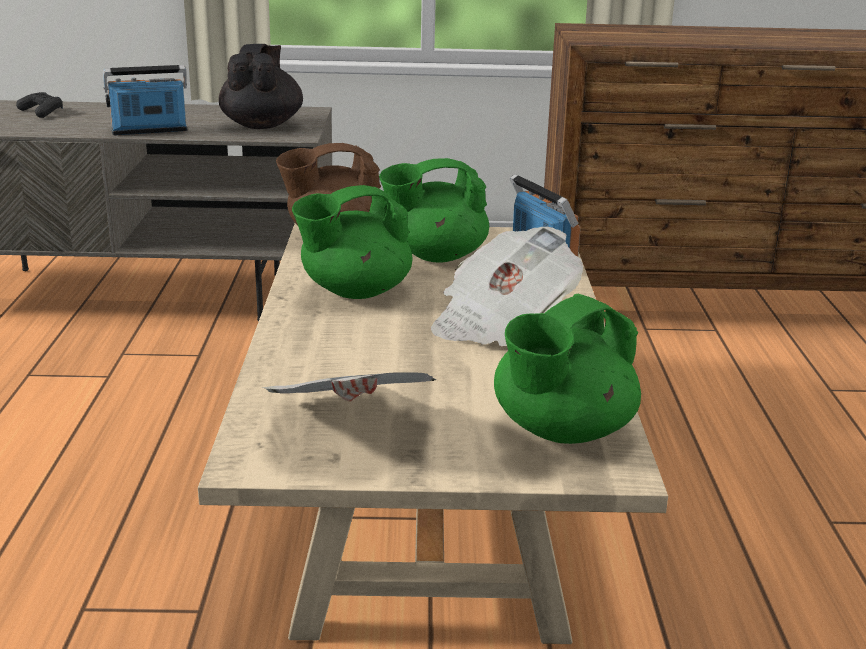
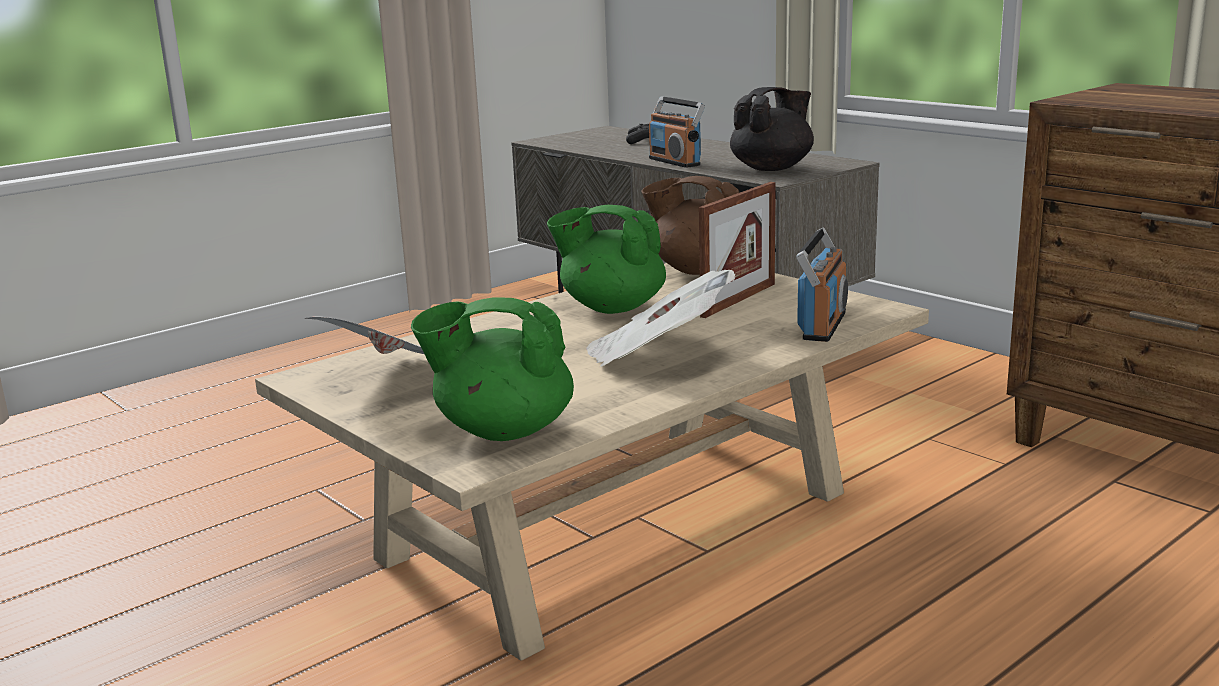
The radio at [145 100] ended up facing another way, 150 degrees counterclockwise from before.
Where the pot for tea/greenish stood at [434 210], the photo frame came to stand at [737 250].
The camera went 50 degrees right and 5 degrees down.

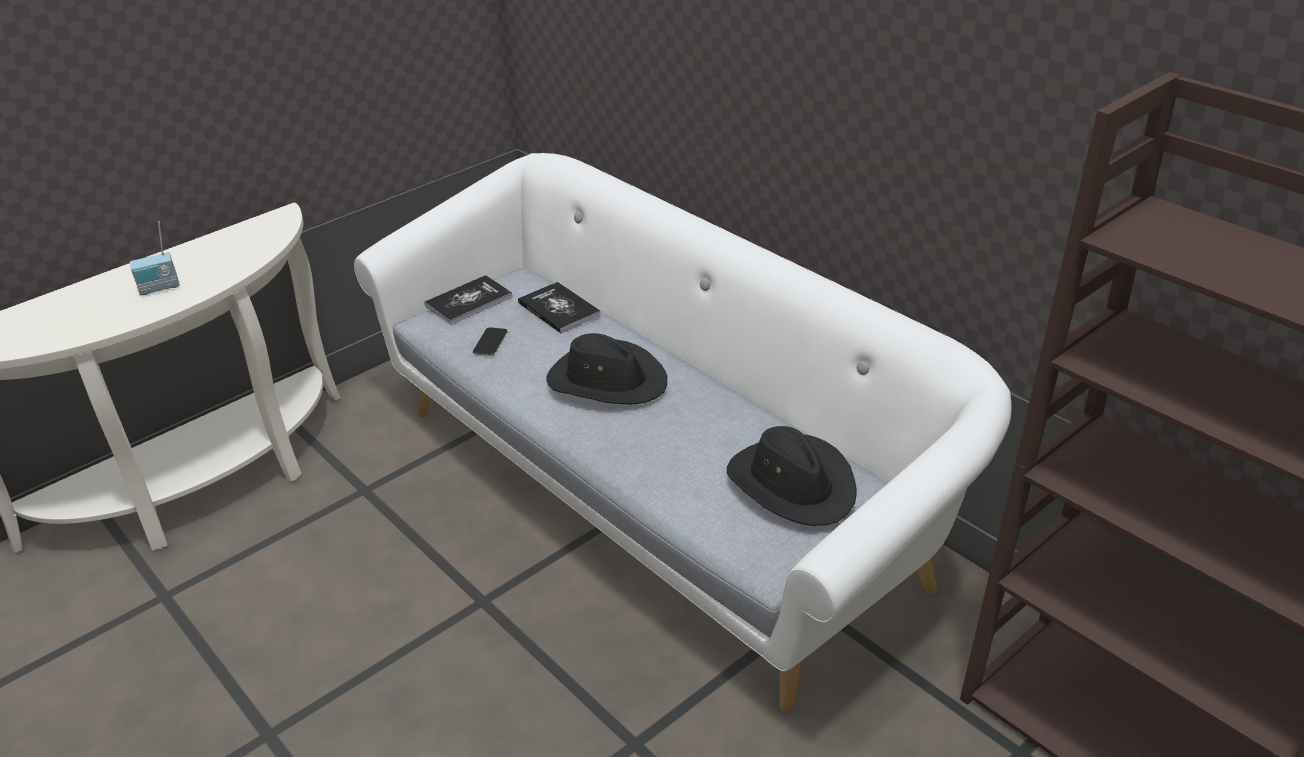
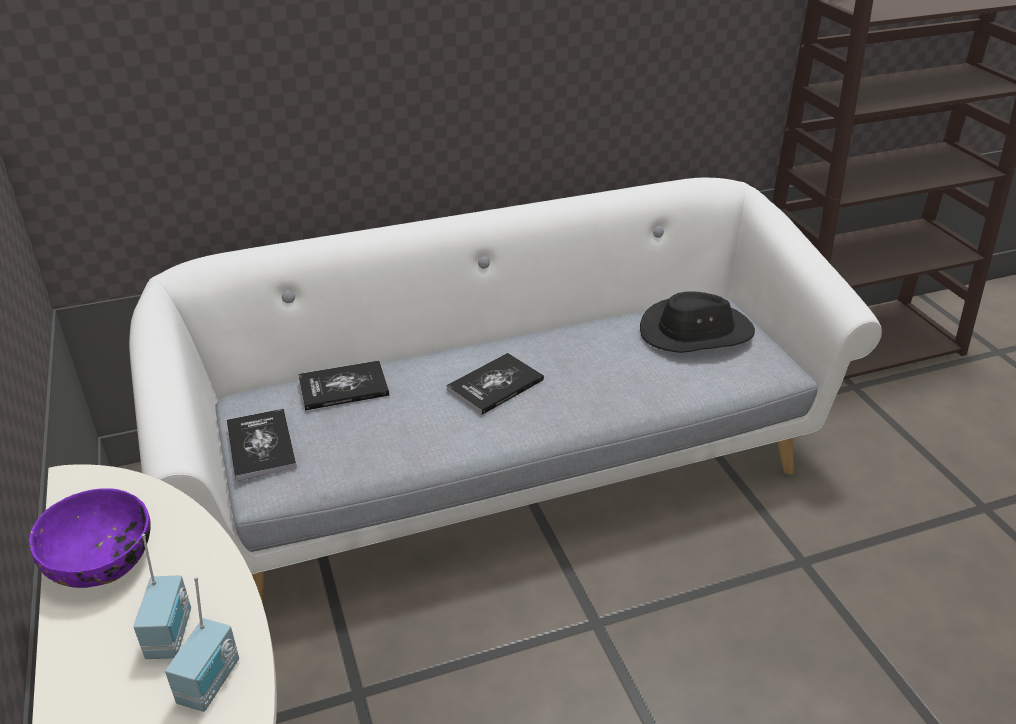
The second view lost the phone at [490 341].
Where the wearable hat/black stood at [606 368], the book came to stand at [495 384].
The second view gained the serving bowl/purple-coloured at [89 538].
The second view gained the radio at [202 644].
The camera went 70 degrees left and 0 degrees up.

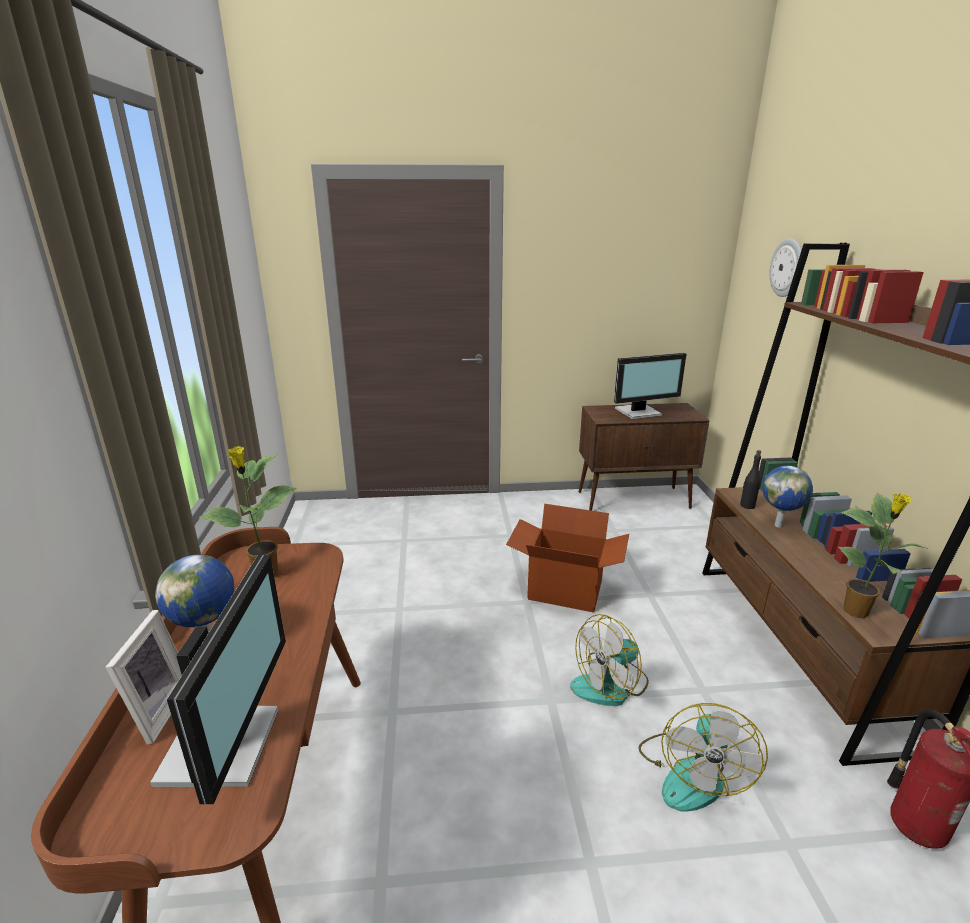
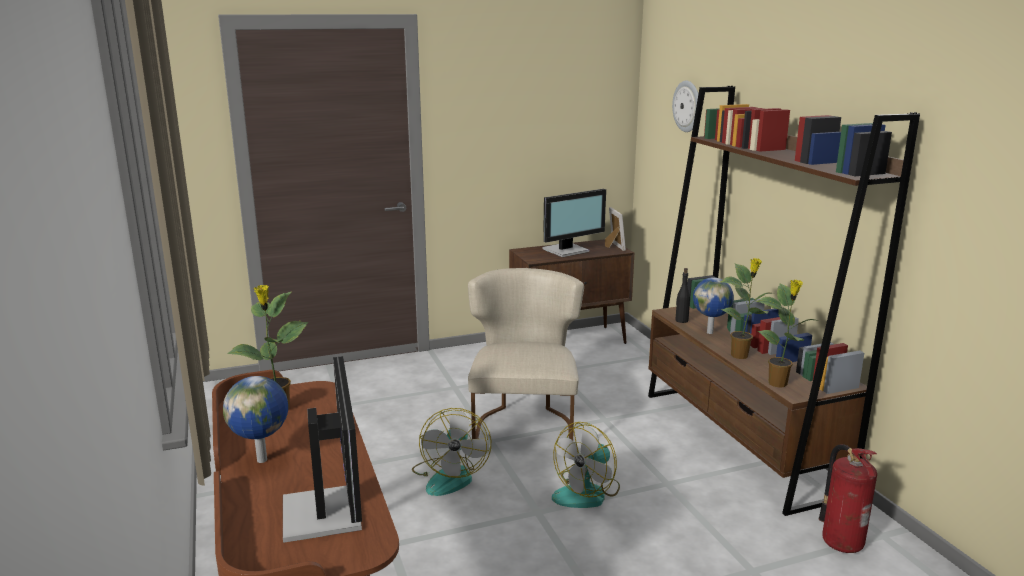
The photo frame ended up elsewhere, having gone from [143 677] to [615 229].
Where the carton stood at [567 558], the chair/beige-coloured came to stand at [526 354].
The cooling fan ended up elsewhere, having gone from [703 757] to [451 452].
The second view gained the houseplant at [745 308].
The camera went 15 degrees left and 5 degrees down.

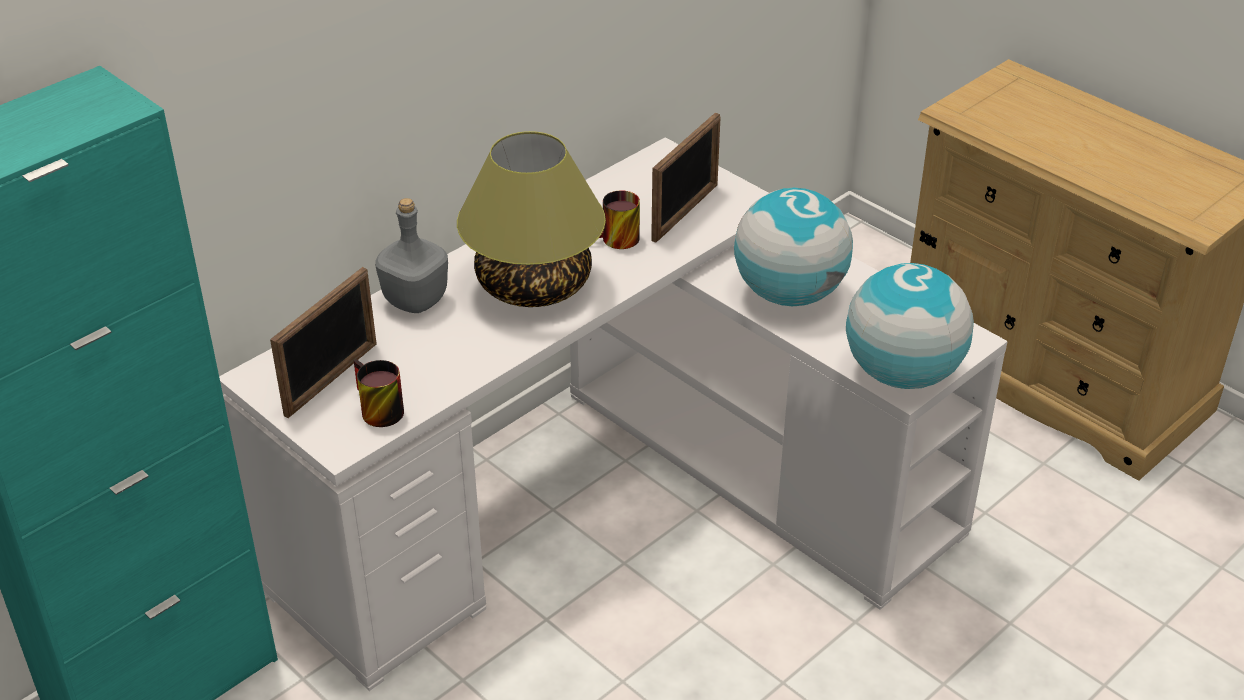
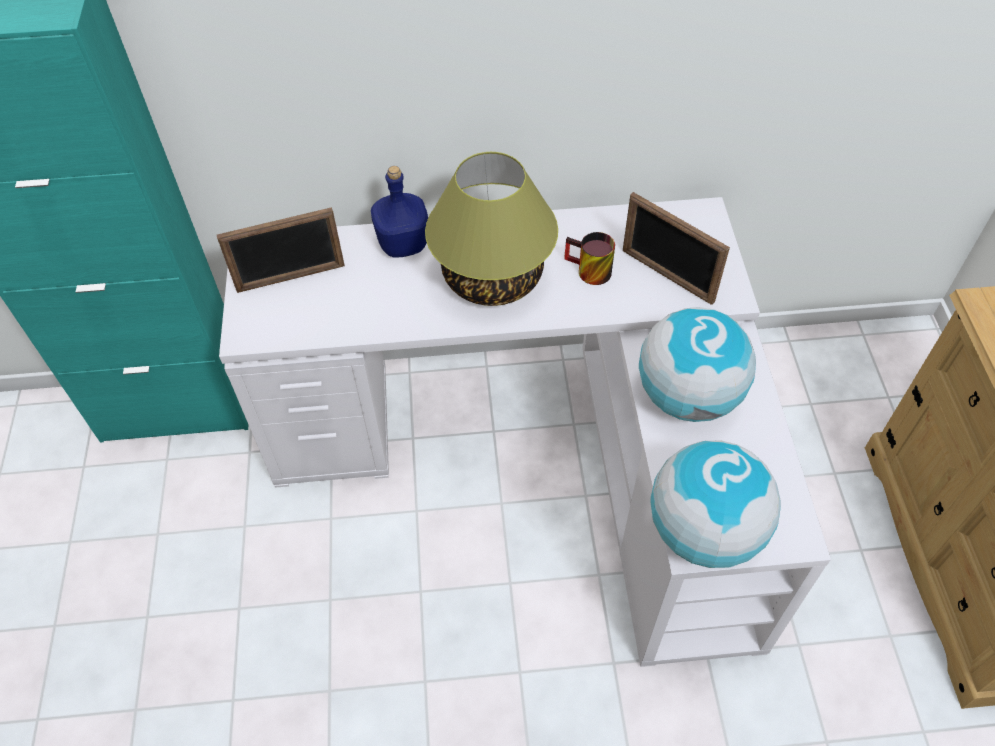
The second view lost the tea mug at [379 393].
What was the drink bottle/greyish at [411 255] turned into the drink bottle/bluish at [399 212].
The photo frame at [685 177] ended up facing another way, 60 degrees clockwise from before.
The camera went 40 degrees right and 15 degrees up.

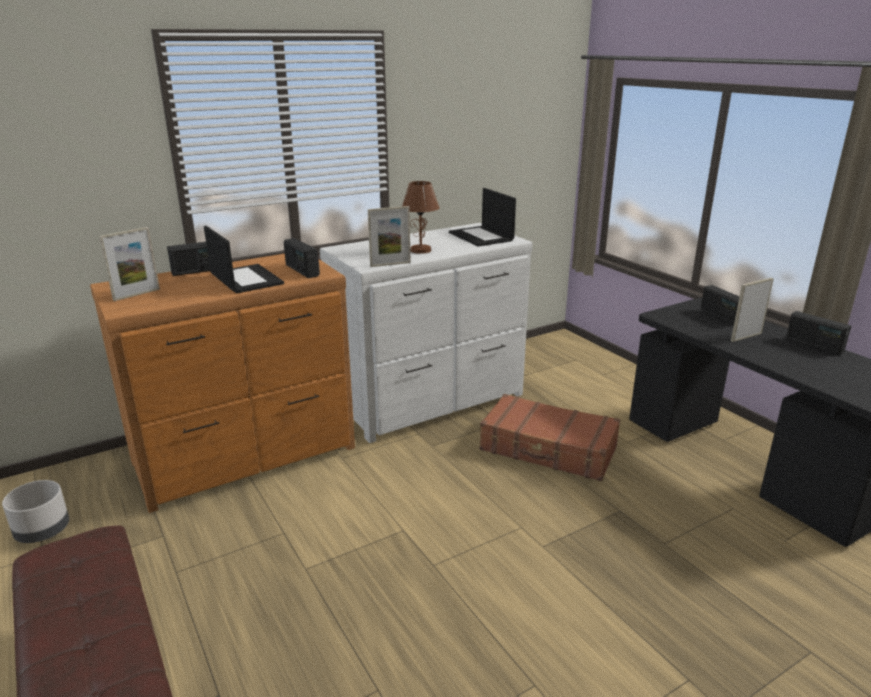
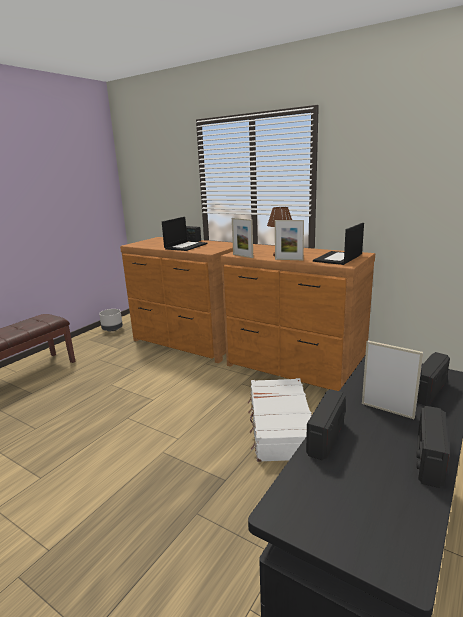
The photo frame ended up elsewhere, having gone from [129 264] to [289 240].
The radio ended up elsewhere, having gone from [302 258] to [326 424].
What was the drawer chest/white-coloured at [426 333] turned into the drawer chest/brownish at [298 317].
What was the travel case/brownish at [550 437] turned into the travel case/white-coloured at [280 420].
The camera went 65 degrees right and 5 degrees down.

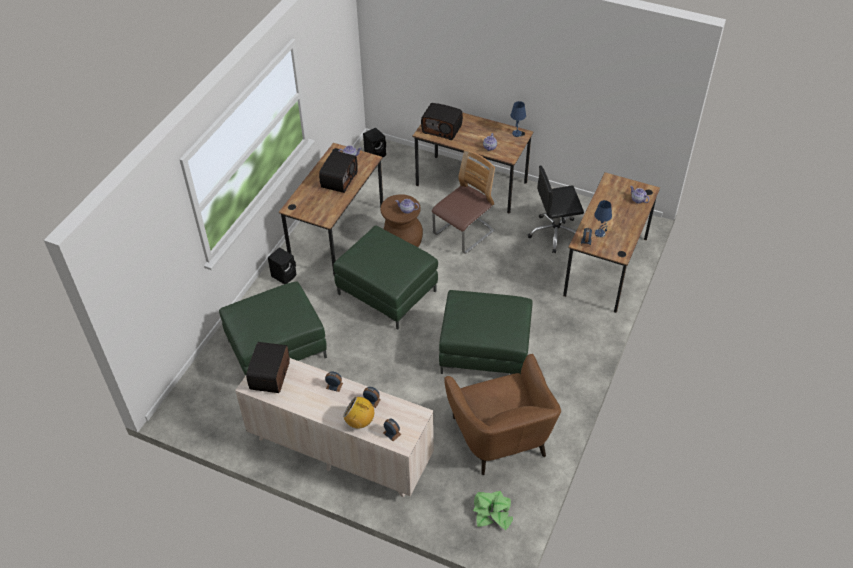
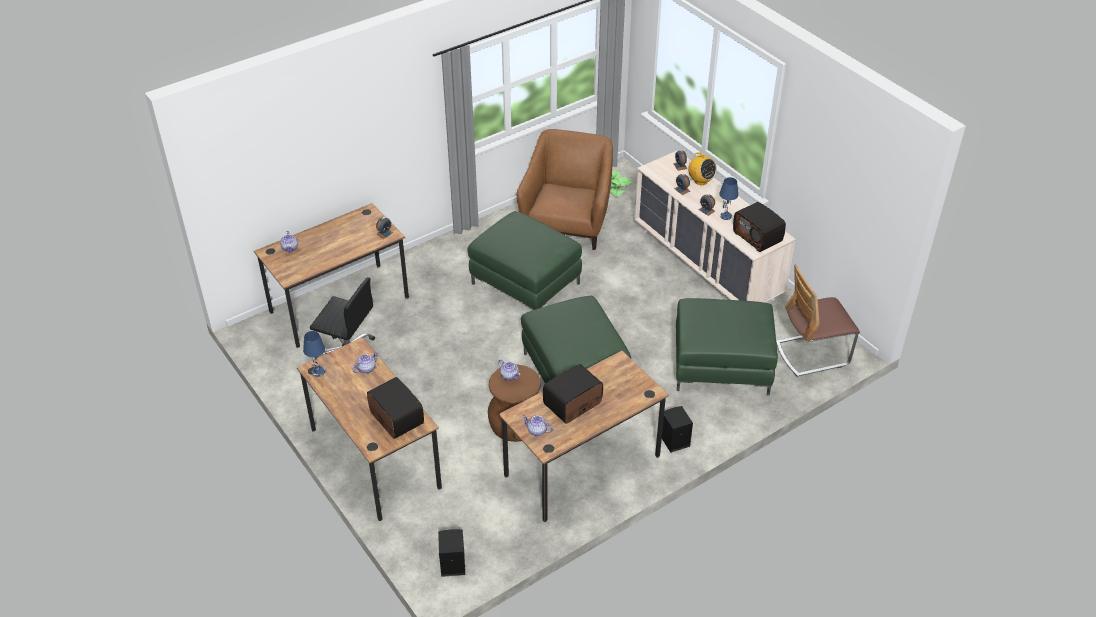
The radio at [268 367] ended up facing another way, 105 degrees clockwise from before.
The chair ended up elsewhere, having gone from [463 202] to [818 320].
The lamp for a table/bluish ended up elsewhere, having gone from [603 218] to [728 198].
The camera went 150 degrees left and 5 degrees down.

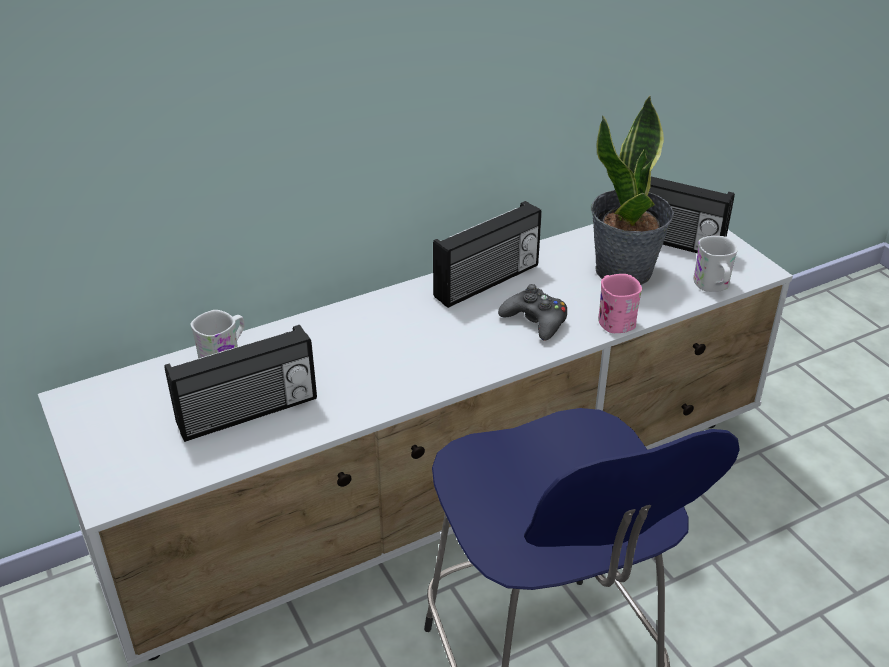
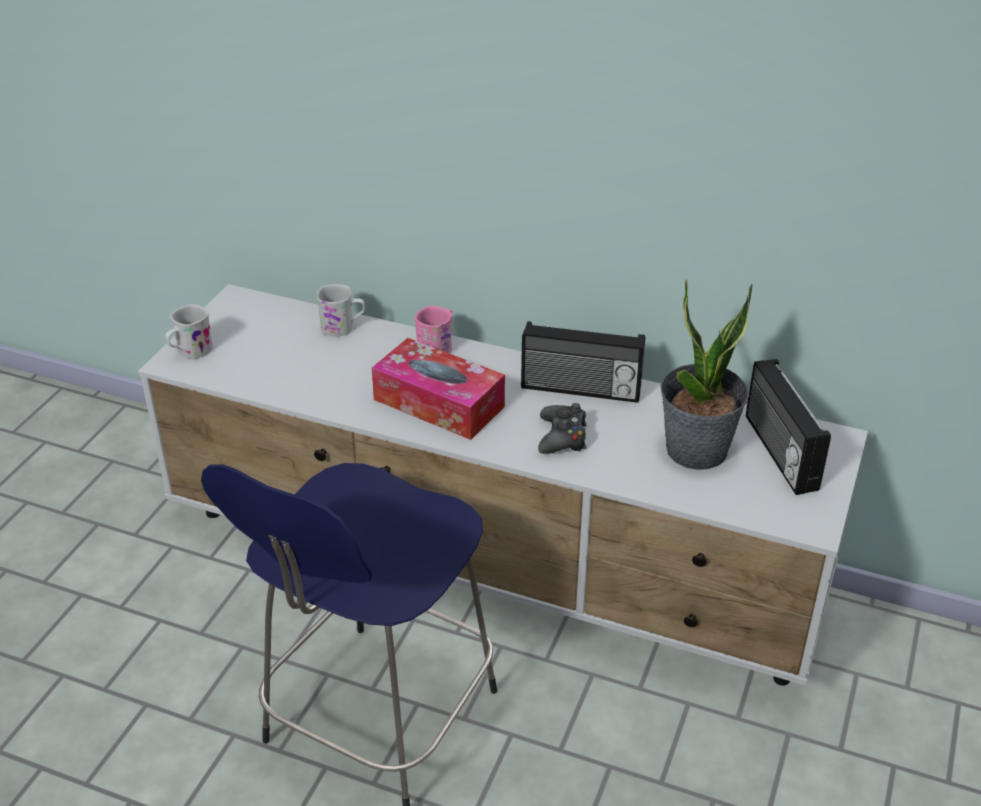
The second view lost the radio at [240 383].
The tea mug/pink-coloured ended up elsewhere, having gone from [620 303] to [433 330].
The tea mug/white-coloured ended up elsewhere, having gone from [715 264] to [189 331].
The second view gained the tissue holder at [438 389].
The camera went 50 degrees right and 0 degrees up.

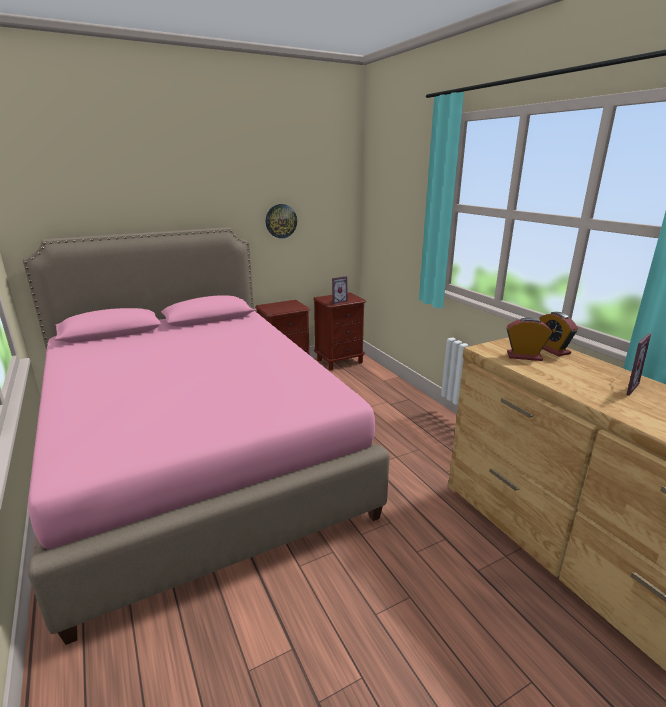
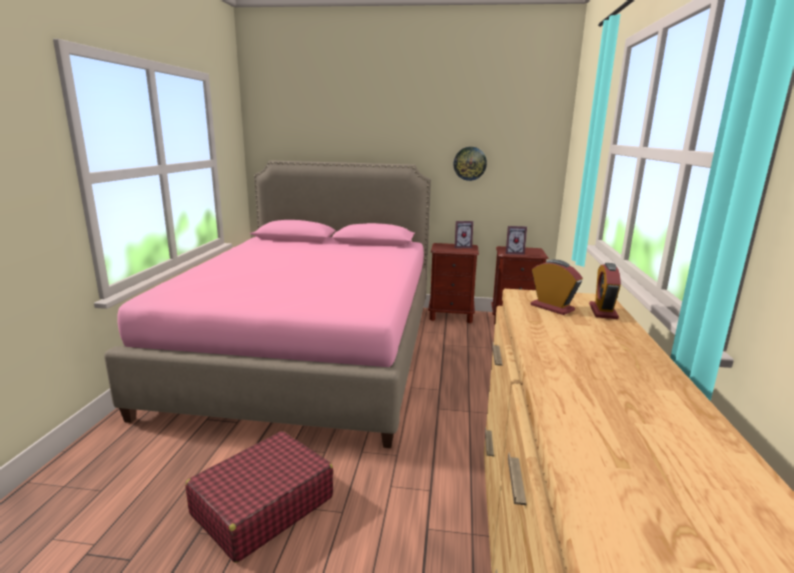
The photo frame ended up elsewhere, having gone from [633 364] to [464 234].
The second view gained the travel case/reddish at [259 497].
The camera went 35 degrees right and 5 degrees down.

